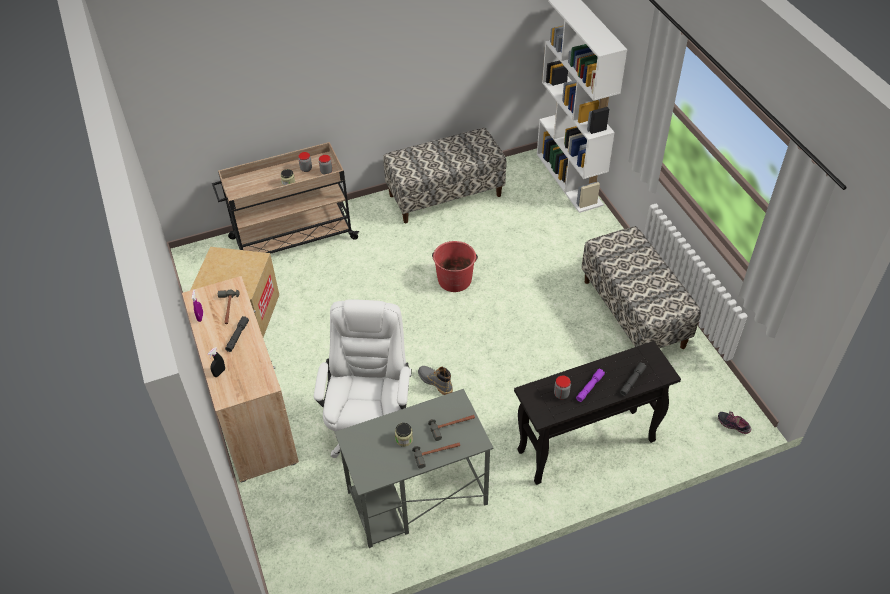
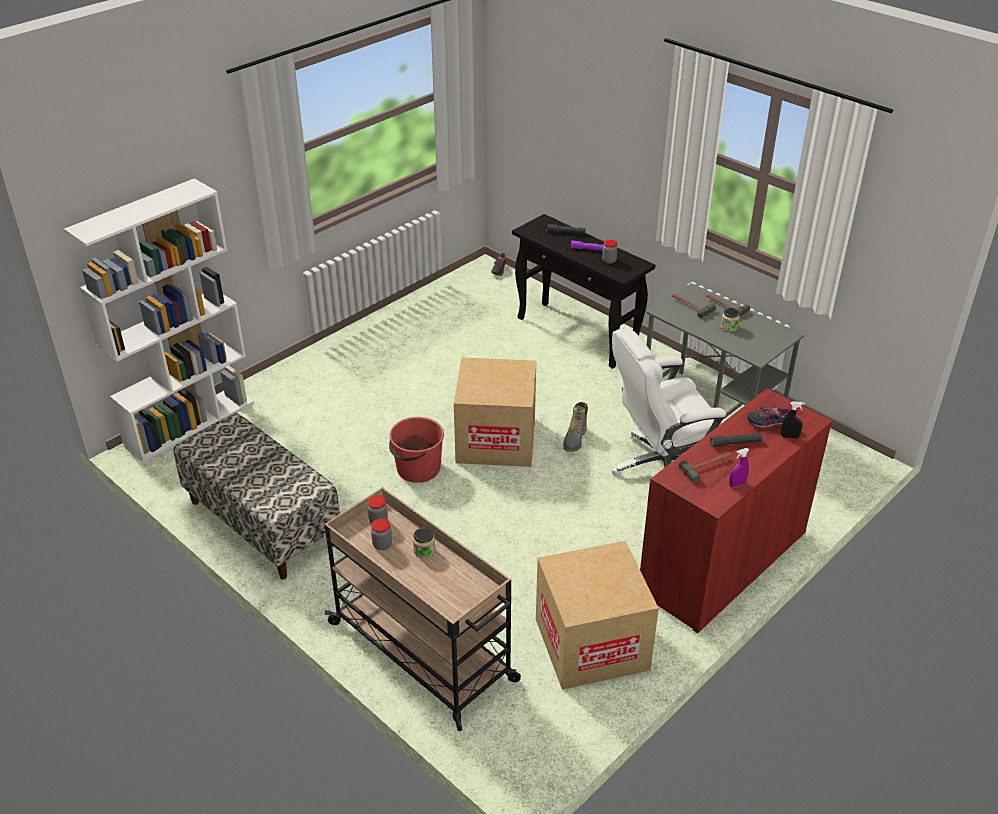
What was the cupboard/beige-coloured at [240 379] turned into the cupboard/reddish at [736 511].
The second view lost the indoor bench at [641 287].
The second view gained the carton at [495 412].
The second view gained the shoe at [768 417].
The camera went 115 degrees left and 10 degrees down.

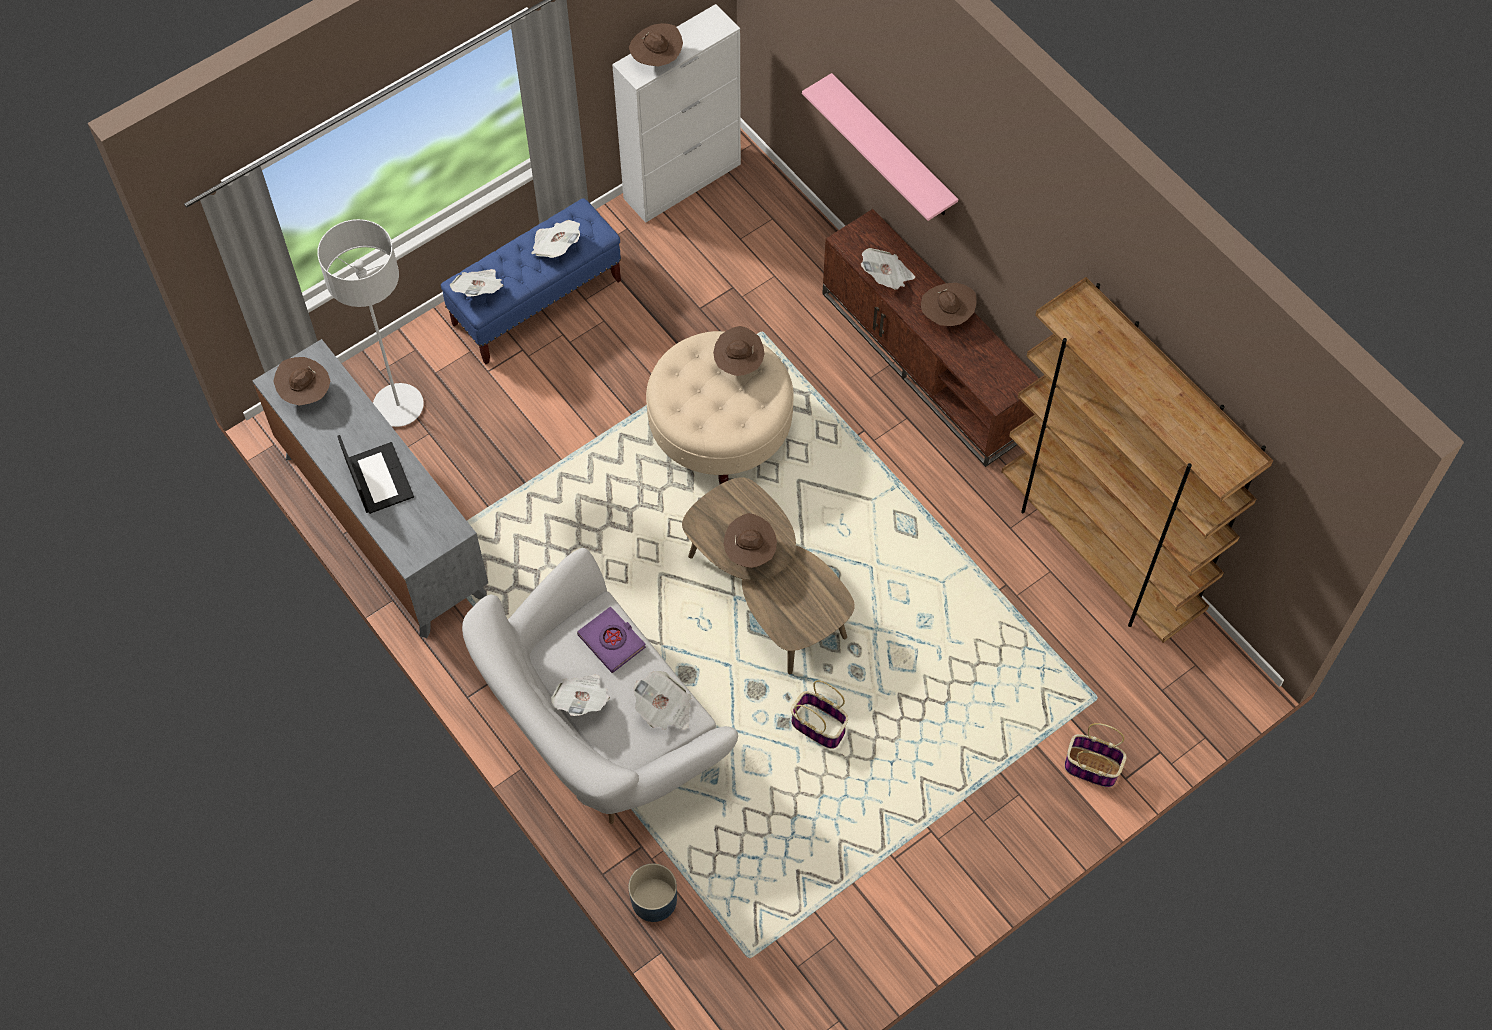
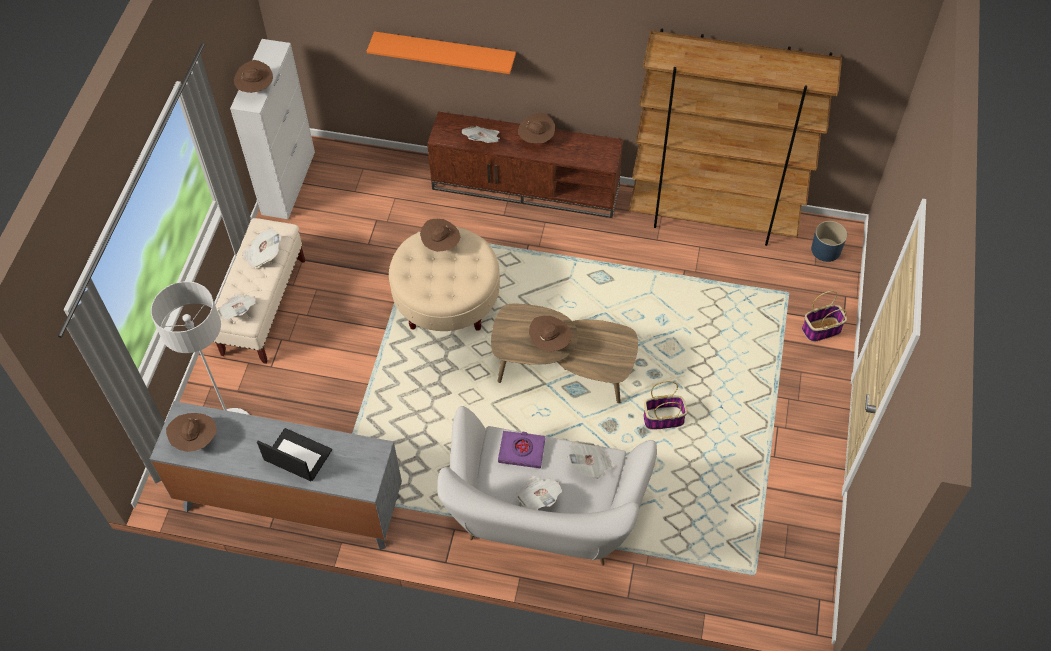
What was the indoor bench/bluish at [531 281] turned into the indoor bench/beige-coloured at [259 291].
The plant pot/bluish ended up elsewhere, having gone from [652 892] to [829 241].
What was the shelf/pink-coloured at [880 147] turned into the shelf/orangey at [441 52].
The camera went 40 degrees left and 5 degrees down.

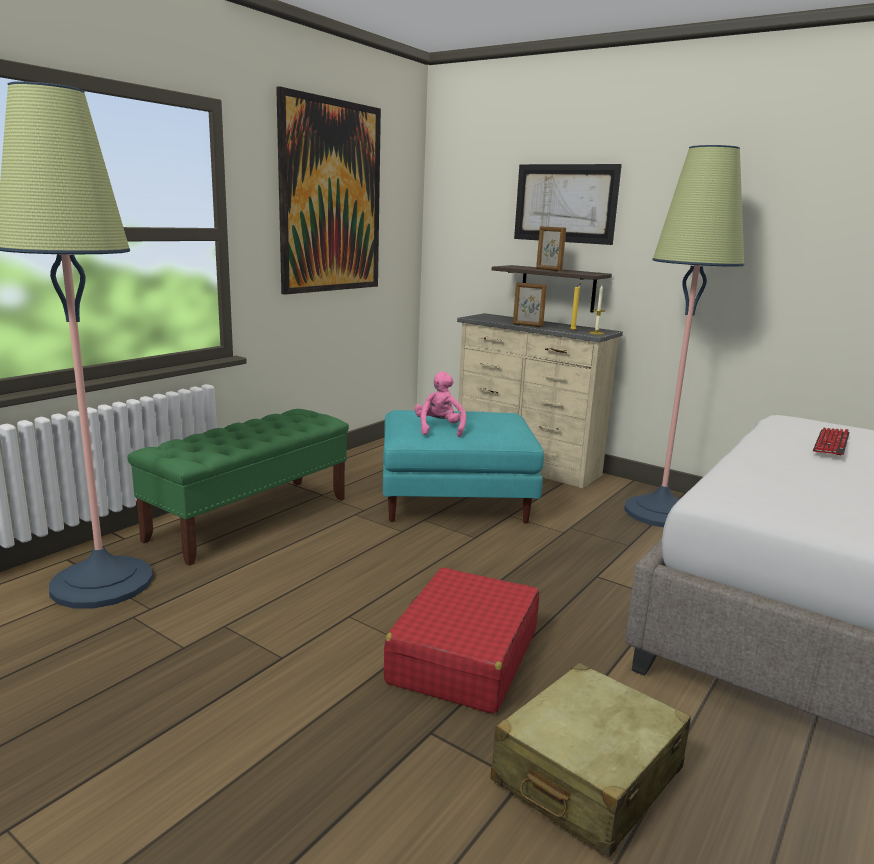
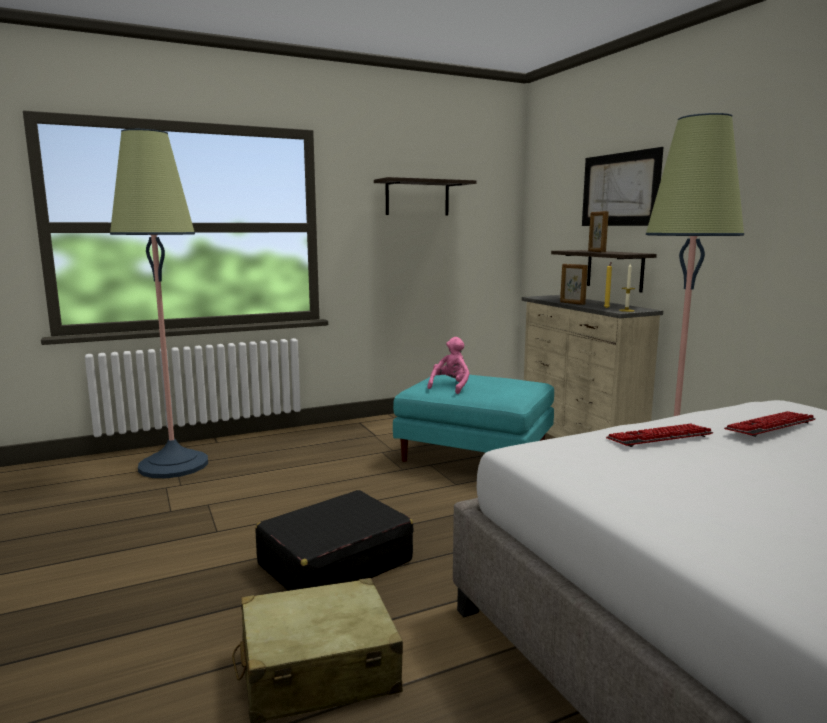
The second view lost the indoor bench/greenish at [238 487].
Where the wall art hung at [328 190], the shelf came to hang at [425 196].
What was the travel case/reddish at [461 640] turned into the travel case/black at [335 540].
The second view gained the PC keyboard at [659 435].
The camera went 30 degrees right and 5 degrees down.

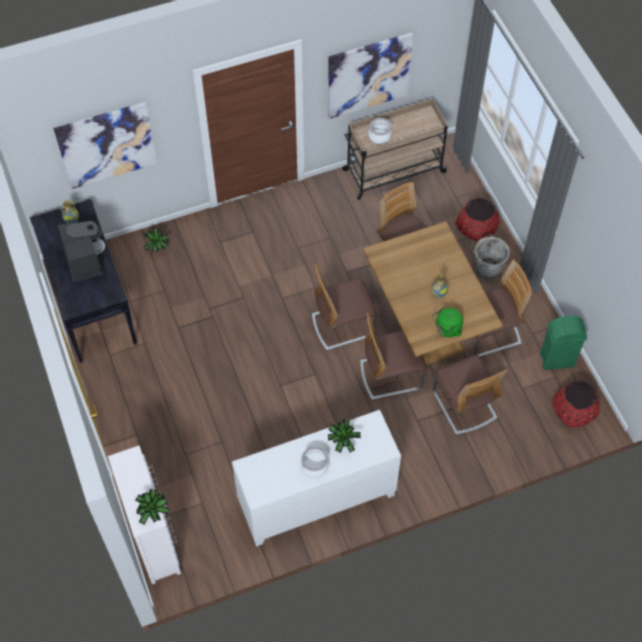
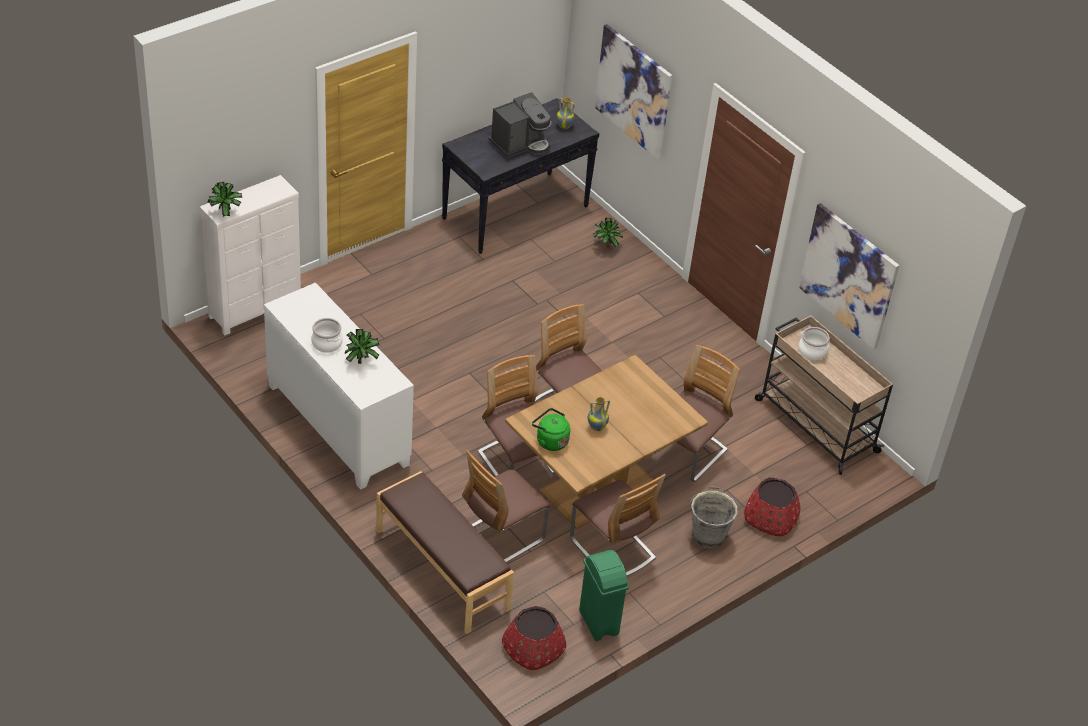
The second view gained the indoor bench/brownish at [445 552].
The camera went 70 degrees right and 15 degrees down.

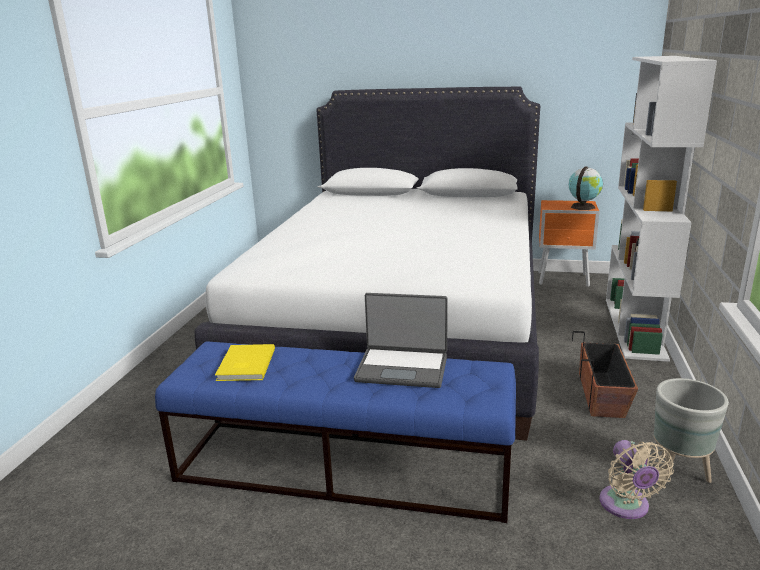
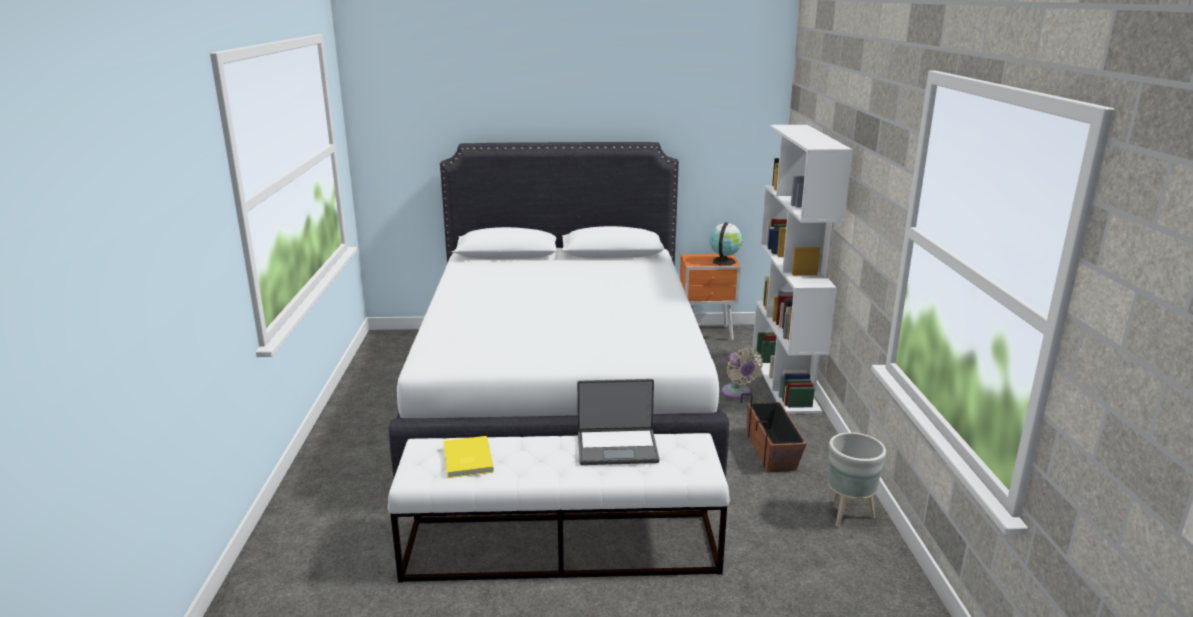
What was the indoor bench/bluish at [335 432] turned into the indoor bench/white-coloured at [558 507].
The cooling fan/beige-coloured ended up elsewhere, having gone from [636 479] to [742 373].
The camera went 15 degrees left and 0 degrees up.

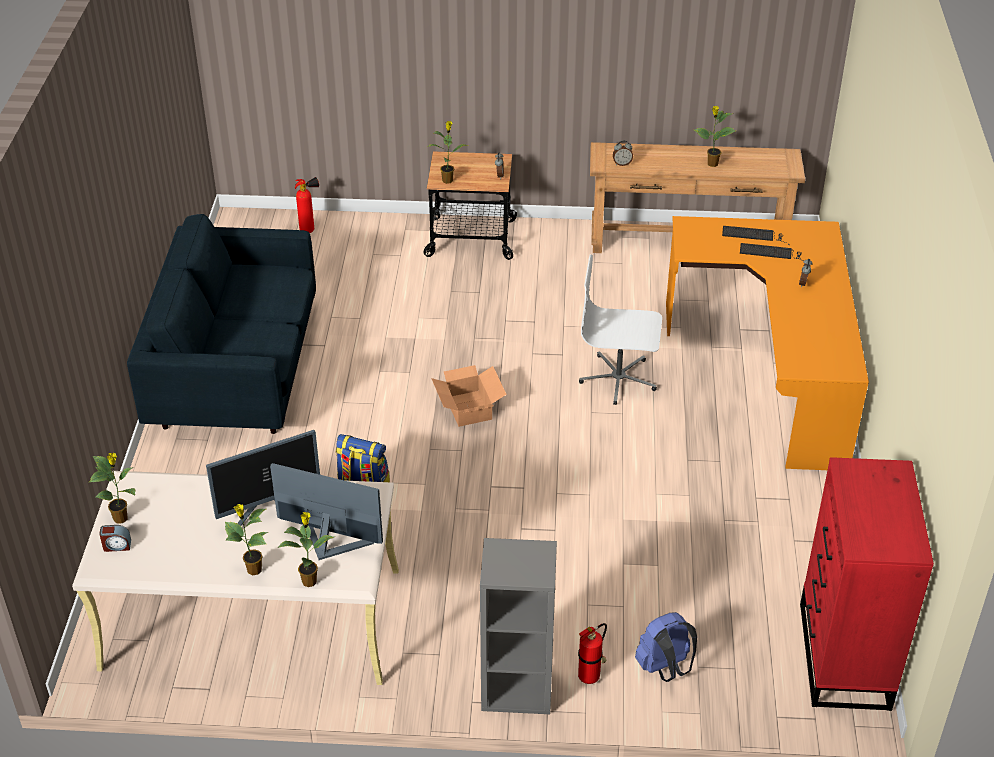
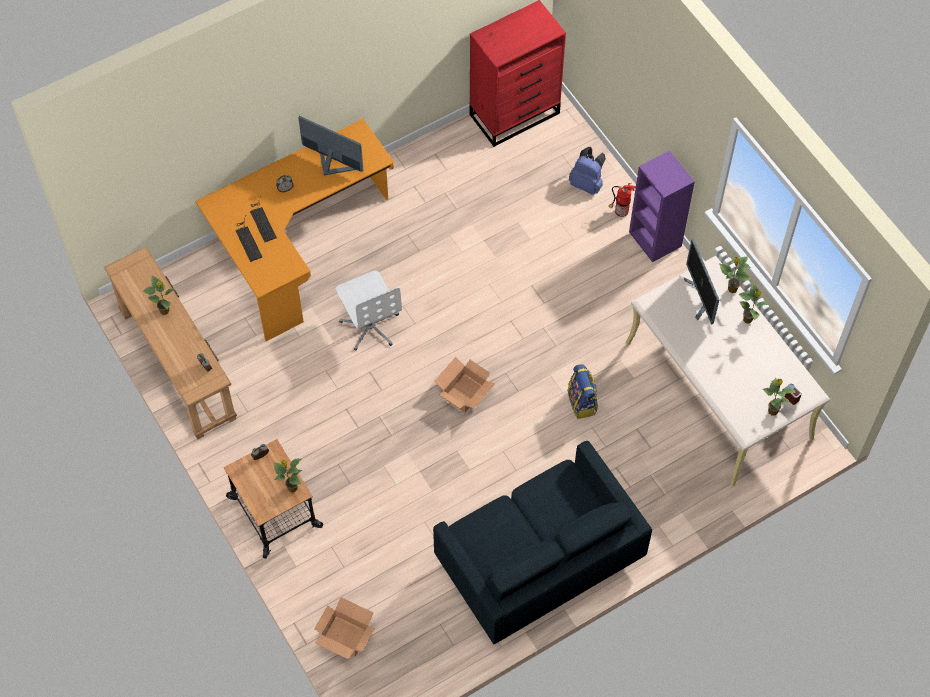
The computer screen ended up elsewhere, having gone from [263 478] to [330 146].
Where the fire extinguisher stood at [307 205], the carton came to stand at [344 628].
What was the shelving unit/greyish at [518 626] turned into the shelving unit/purple-coloured at [662 206].
The camera went 125 degrees left and 20 degrees up.

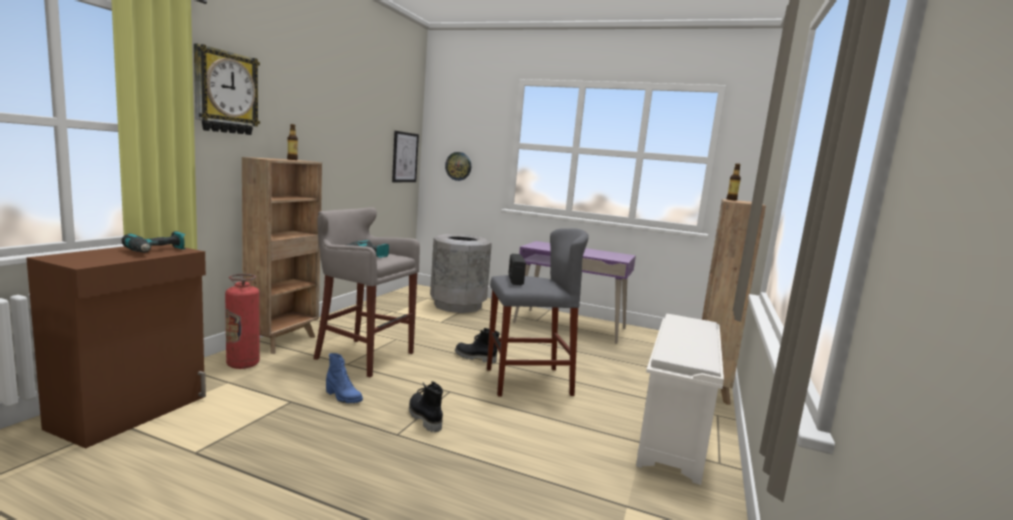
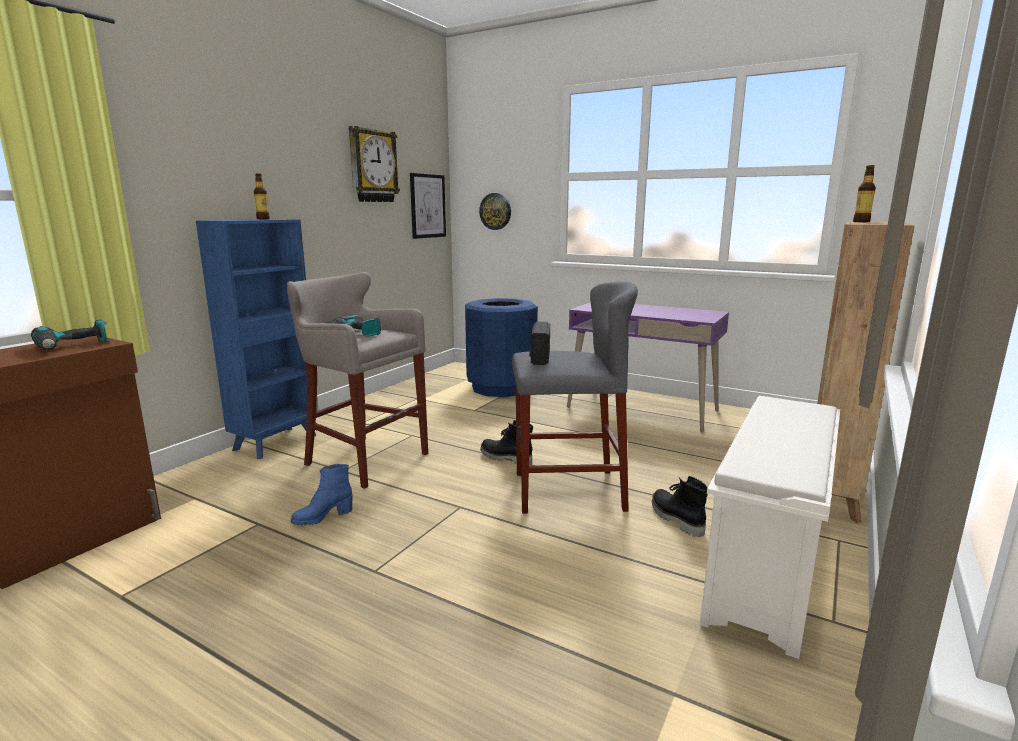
The clock on the wall ended up elsewhere, having gone from [227 89] to [374 164].
The second view lost the fire extinguisher at [242 321].
What was the shelving unit/brownish at [282 255] turned into the shelving unit/bluish at [257 339].
The tall boot/bluish at [344 378] ended up facing another way, 105 degrees clockwise from before.
The tall boot/black ended up elsewhere, having gone from [426 406] to [680 506].
What was the trash can/greyish at [461 273] turned into the trash can/bluish at [501 347].
The camera went 10 degrees right and 5 degrees up.

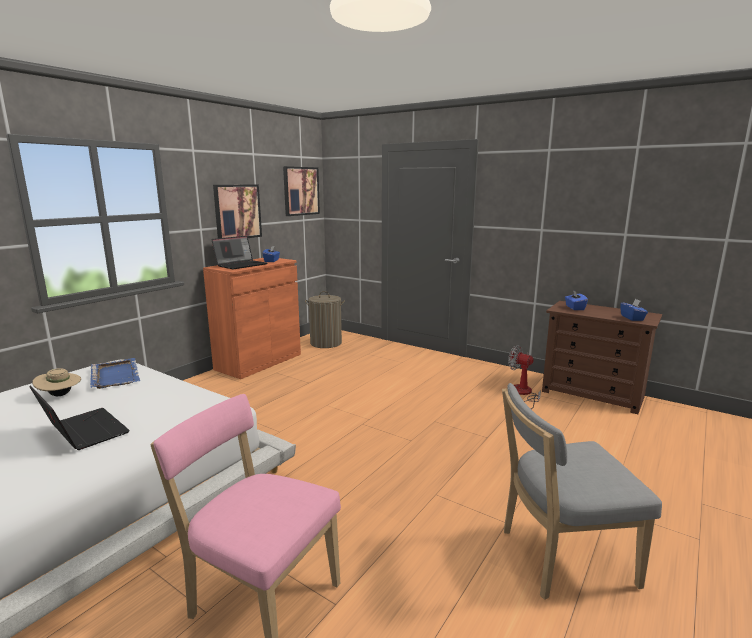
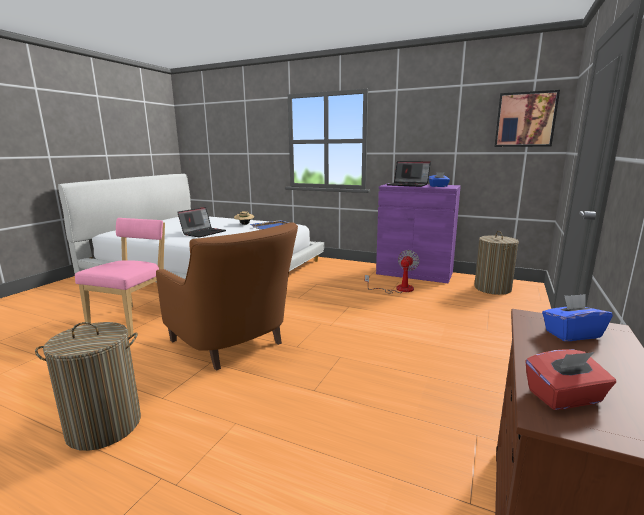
What was the cupboard/orangey at [252 318] turned into the cupboard/purple-coloured at [418 233].
The second view lost the wall art at [237 211].
Where the chair/greyish stood at [582 491], the hamper came to stand at [88 386].
The cooling fan ended up elsewhere, having gone from [524 377] to [392 271].
What was the tissue holder/bluish at [634 310] turned into the tissue holder/reddish at [570 379].
The second view gained the armchair/brownish at [227 296].
The camera went 80 degrees right and 0 degrees up.

